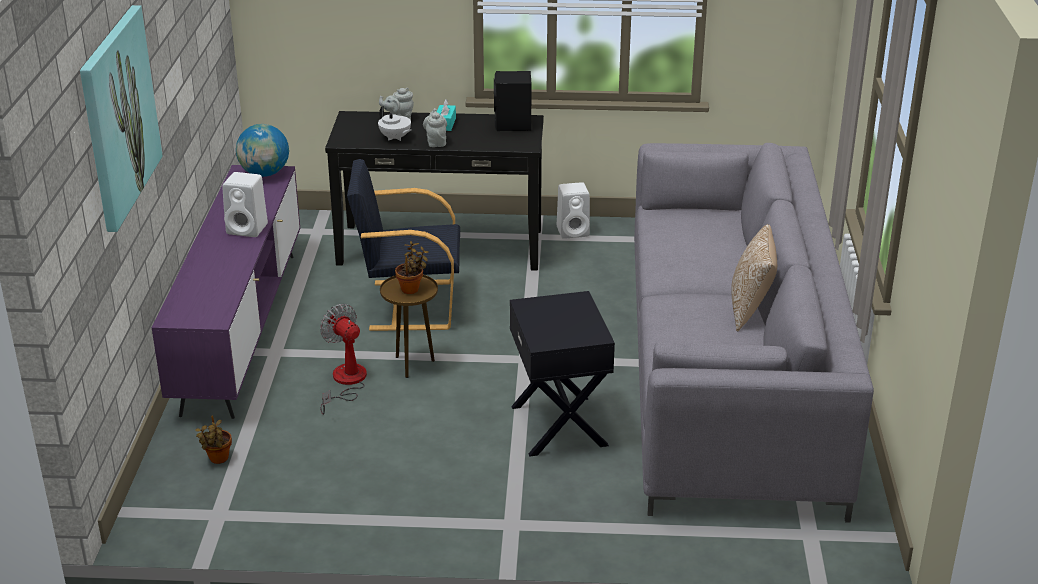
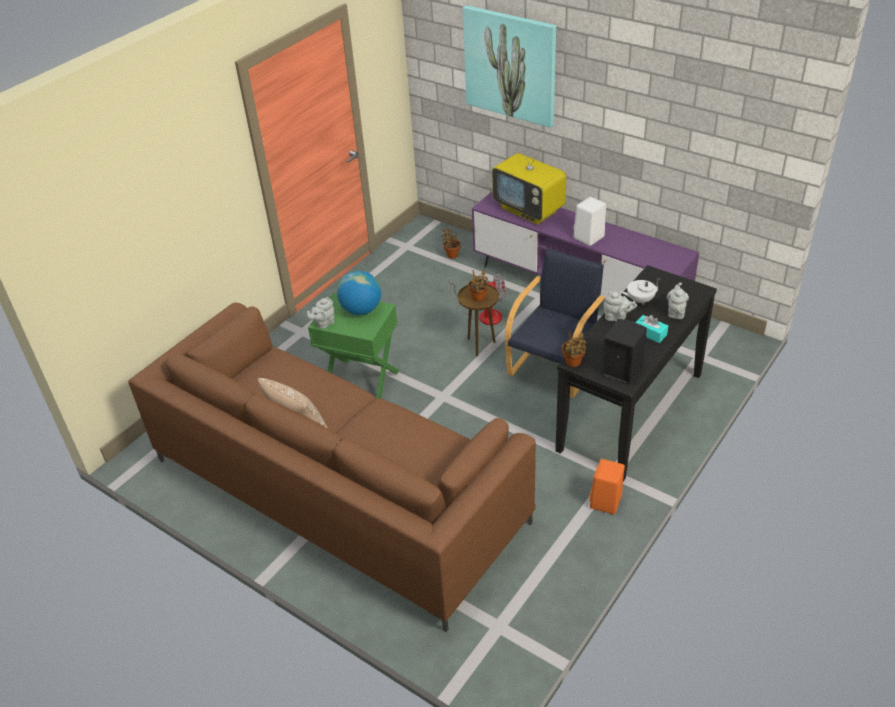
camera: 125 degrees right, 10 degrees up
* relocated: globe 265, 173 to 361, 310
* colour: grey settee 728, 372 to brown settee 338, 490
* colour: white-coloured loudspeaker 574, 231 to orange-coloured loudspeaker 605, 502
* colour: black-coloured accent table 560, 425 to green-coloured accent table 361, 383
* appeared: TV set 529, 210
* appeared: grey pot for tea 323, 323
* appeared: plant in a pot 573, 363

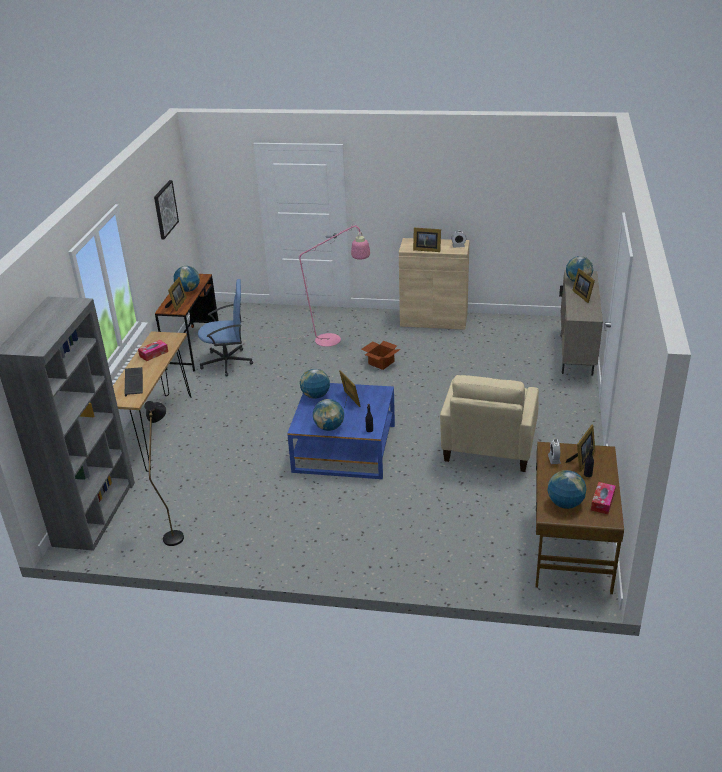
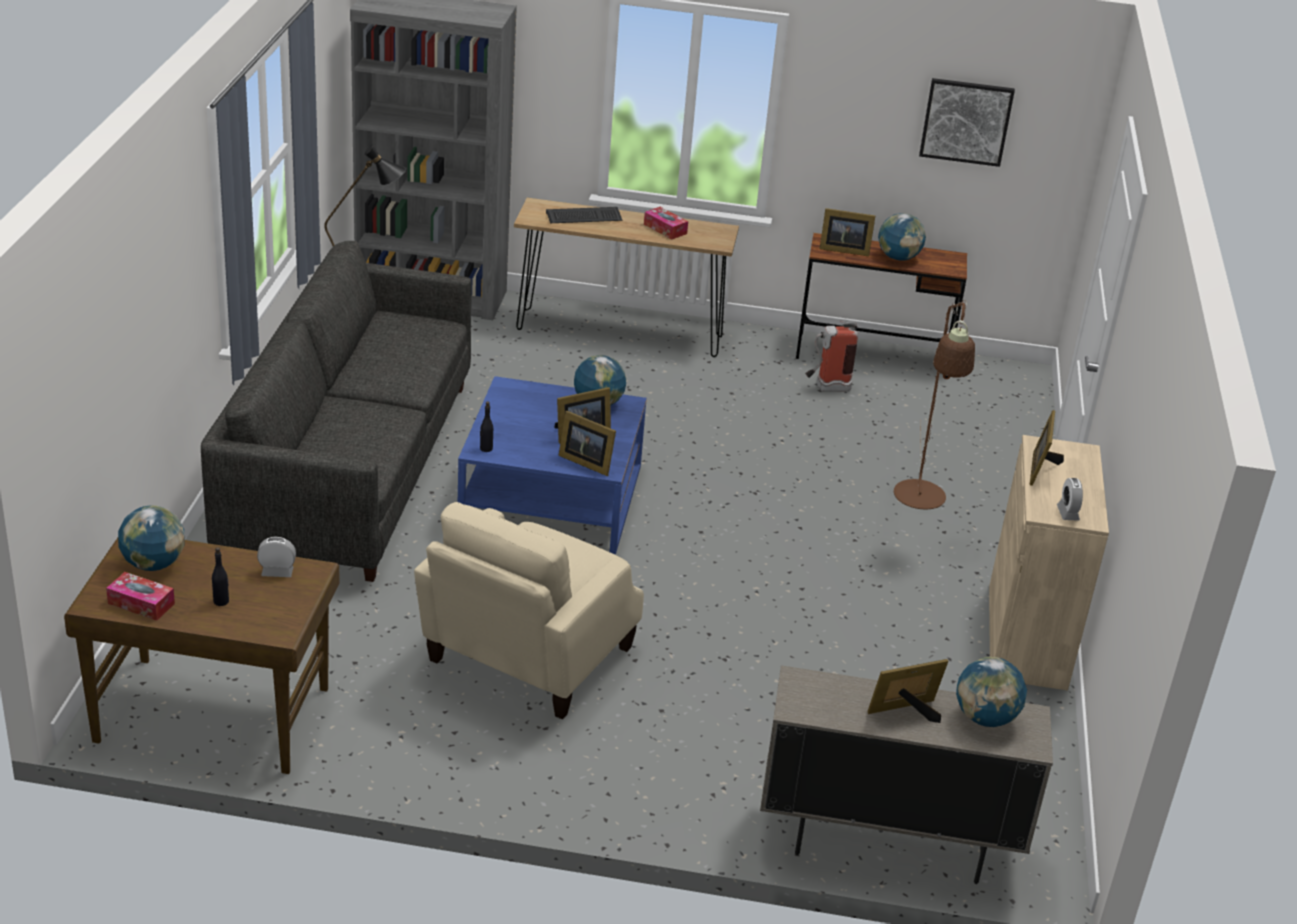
camera: 85 degrees right, 0 degrees up
* colour: pink standing lamp 335, 340 to brown standing lamp 920, 502
* exchanged: blue-coloured desk chair 227, 362 to fire-fighting cylinder 826, 388
* missing: packing box 381, 362
* spun: beige armchair 488, 448 = 527, 657 75 degrees counterclockwise
* missing: globe 329, 427
* relocated: standing frame 582, 460 to 585, 461
* appeared: grey settee 349, 467

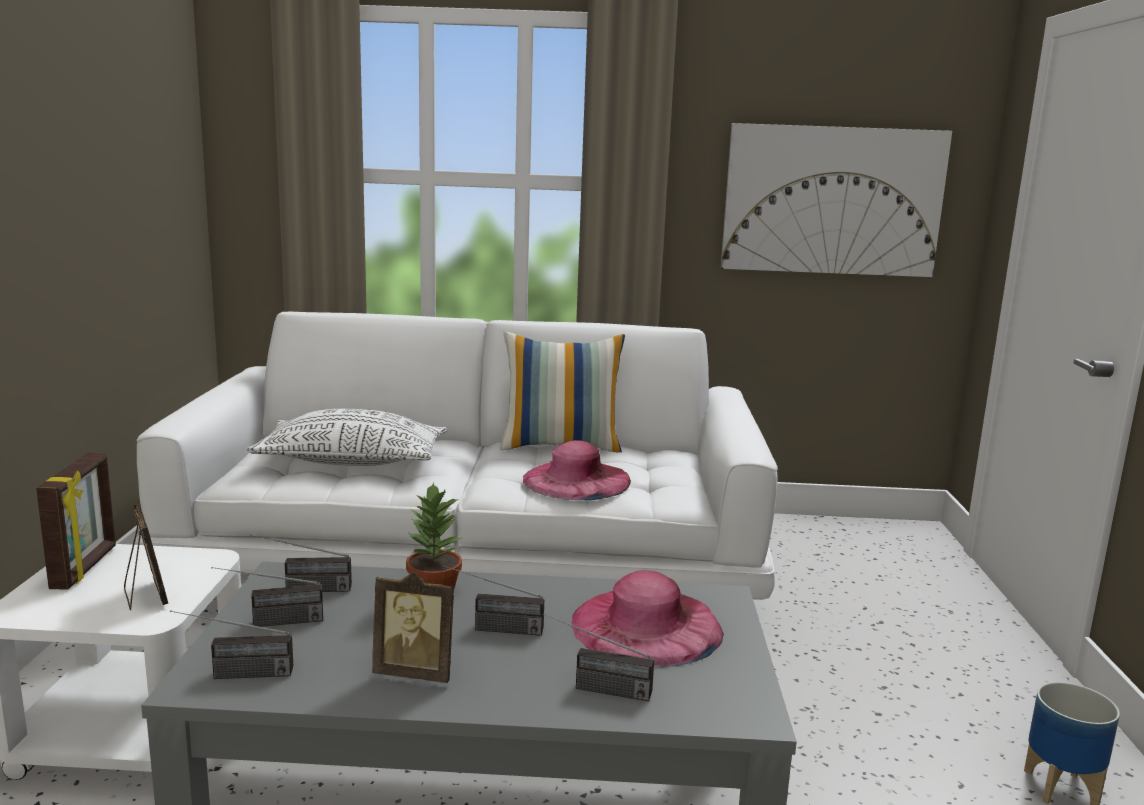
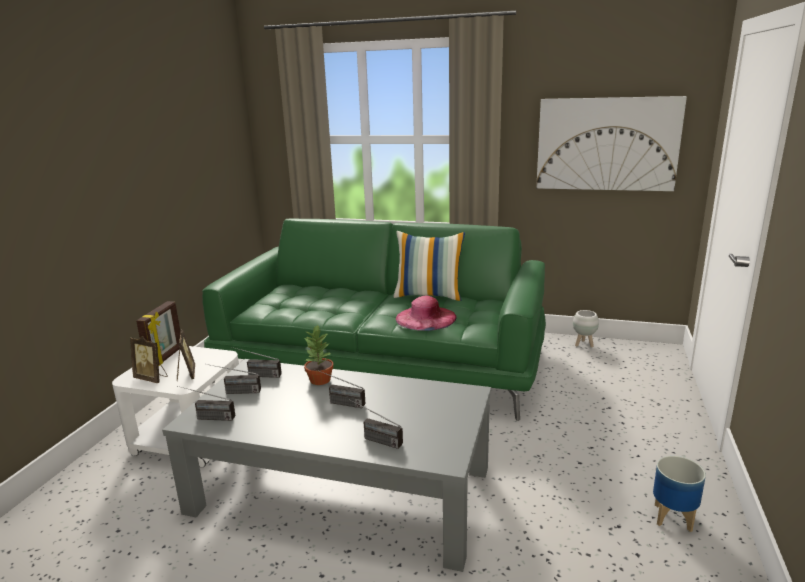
camera: 15 degrees right, 5 degrees up
* colour: white-coloured settee 475, 569 to green-coloured settee 384, 361
* missing: white-coloured pillow 351, 461
* missing: pink hat 646, 626
* relocated: standing frame 416, 672 to 152, 378
* appeared: white-coloured planter 583, 344

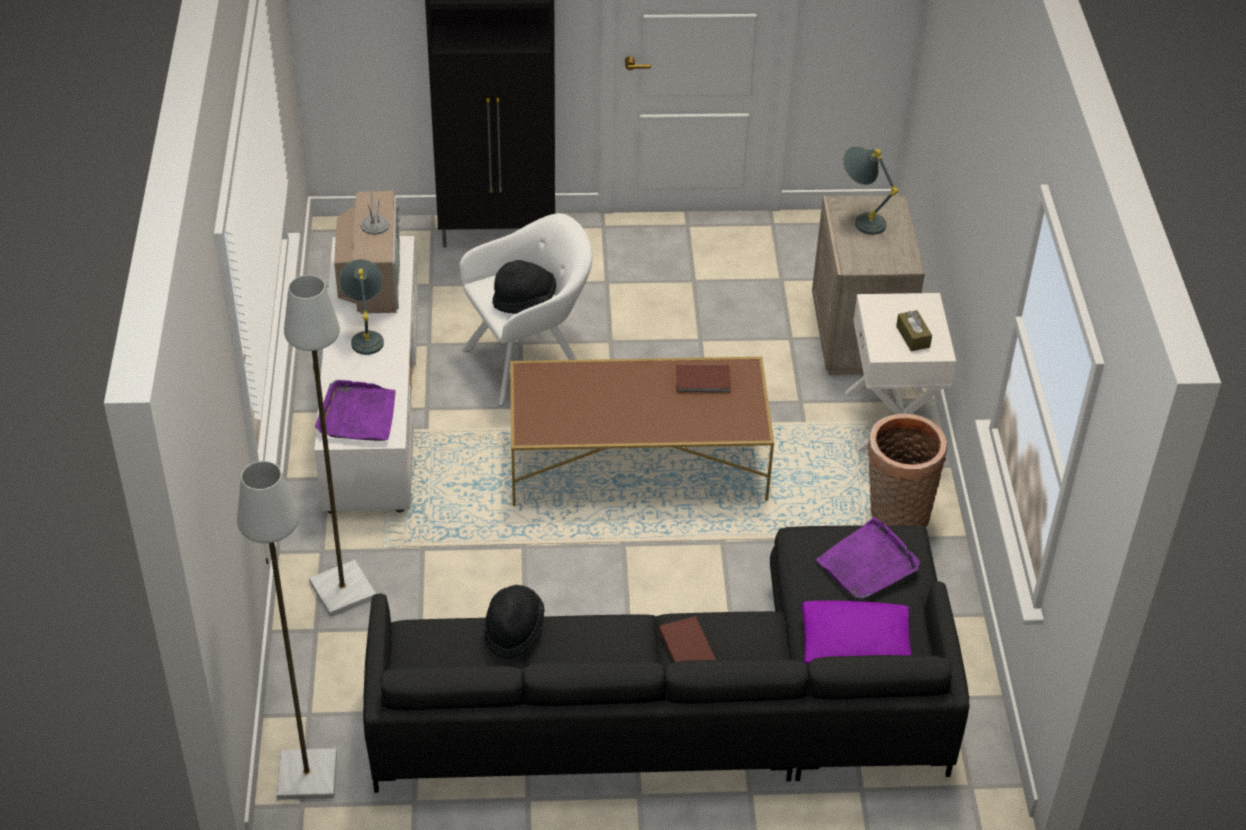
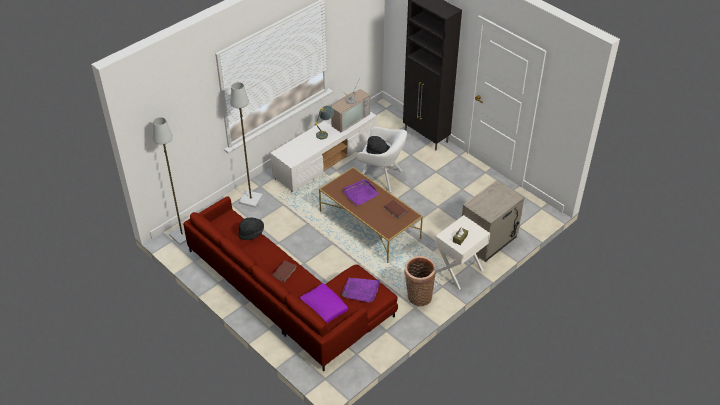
camera: 50 degrees right, 0 degrees up
* missing: grey lamp for a table 861, 219
* relocated: purplish tray 358, 415 to 360, 193
* colour: black-coloured settee 690, 704 to reddish settee 288, 295

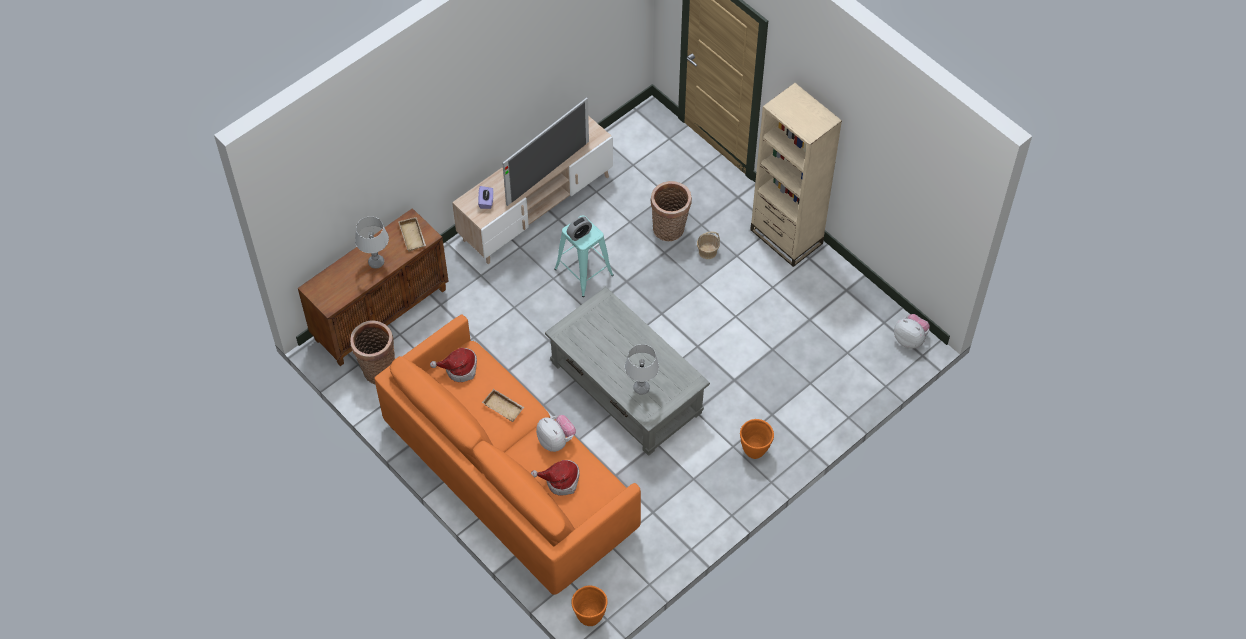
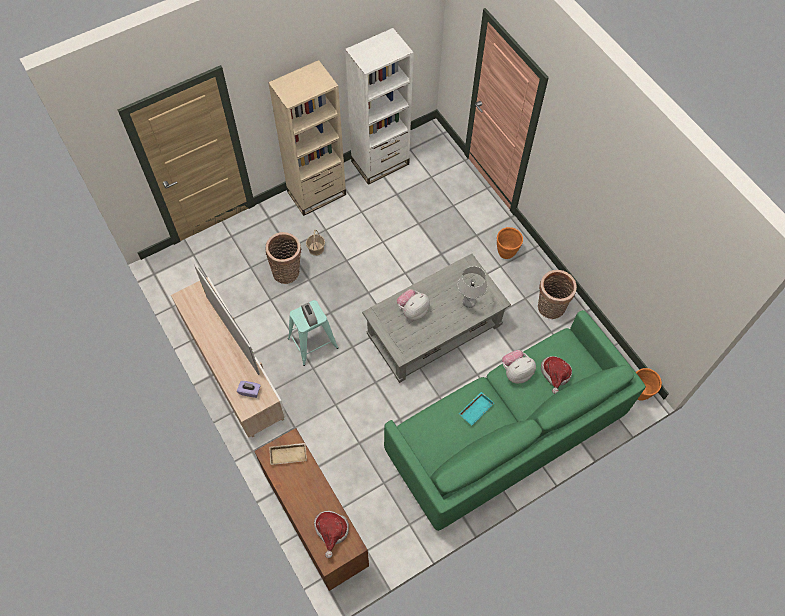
camera: 80 degrees left, 5 degrees up
* missing: grey lamp for a table 376, 262
* colour: orange-coloured settee 509, 477 to green-coloured settee 505, 434
* relocated: cuddly toy 910, 339 to 412, 311
* relocated: household basket 377, 369 to 550, 308
* relocated: hat 459, 368 to 331, 532
* colour: beige tray 504, 407 to turquoise-coloured tray 475, 409
* appeared: white-coloured bookshelf 380, 163

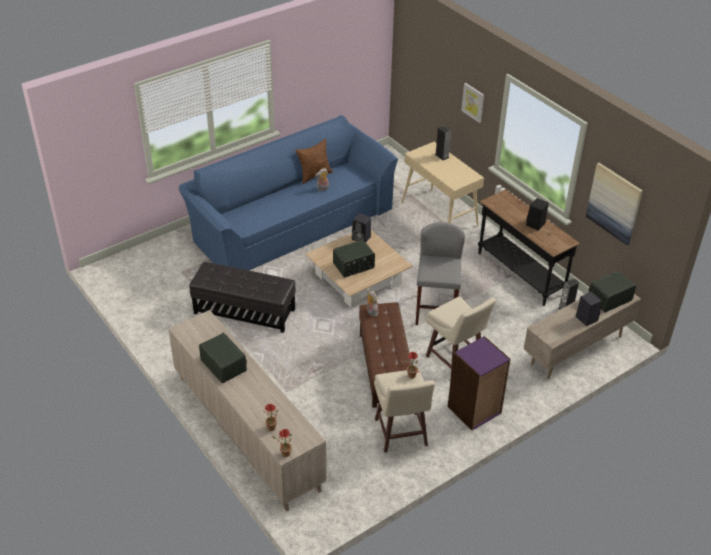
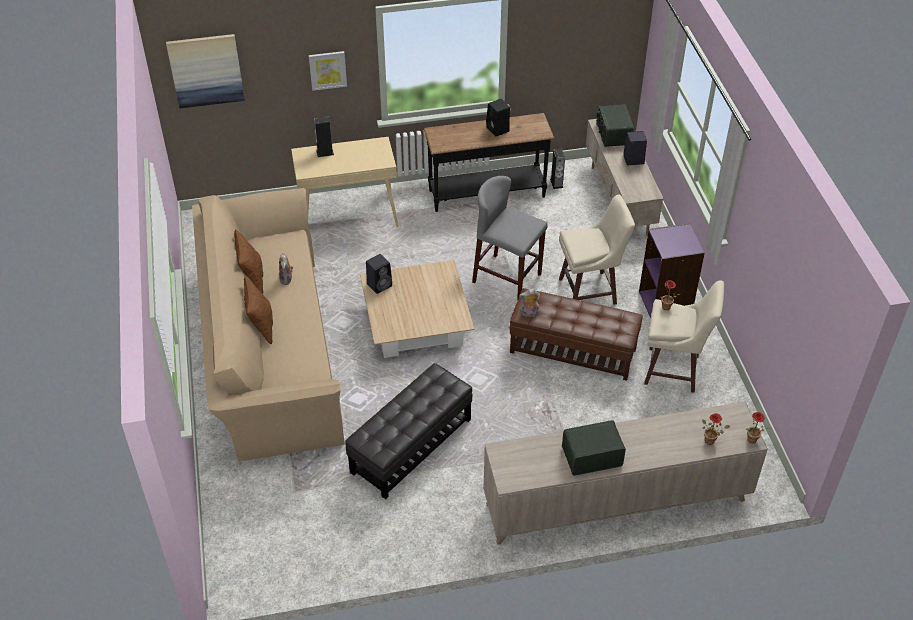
camera: 65 degrees left, 5 degrees up
* colour: blue-coloured settee 291, 221 to beige settee 268, 349
* relocated: wall art 614, 203 to 206, 70
* missing: radio receiver 354, 266
* appeared: brown pillow 261, 327

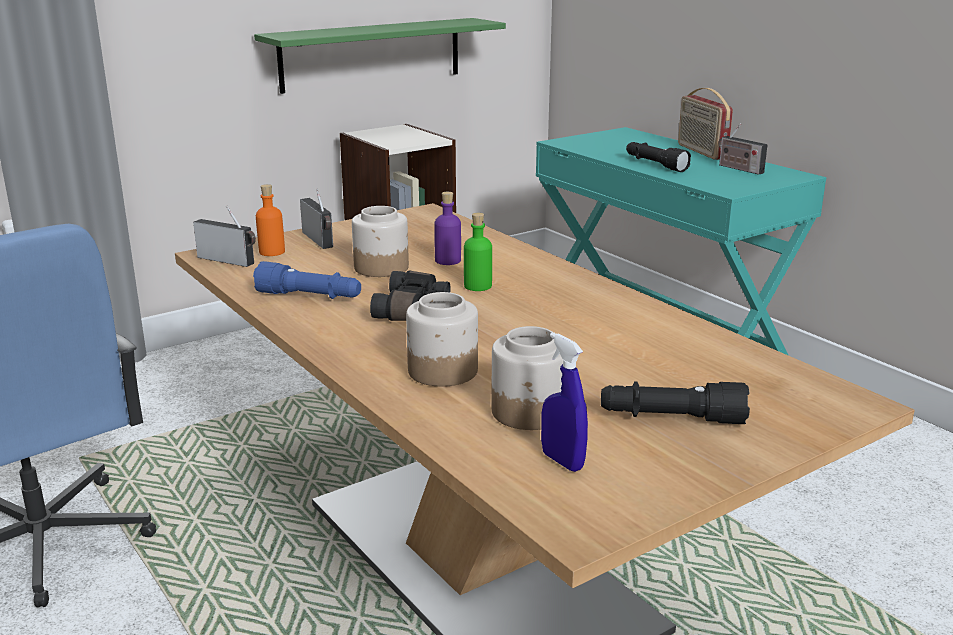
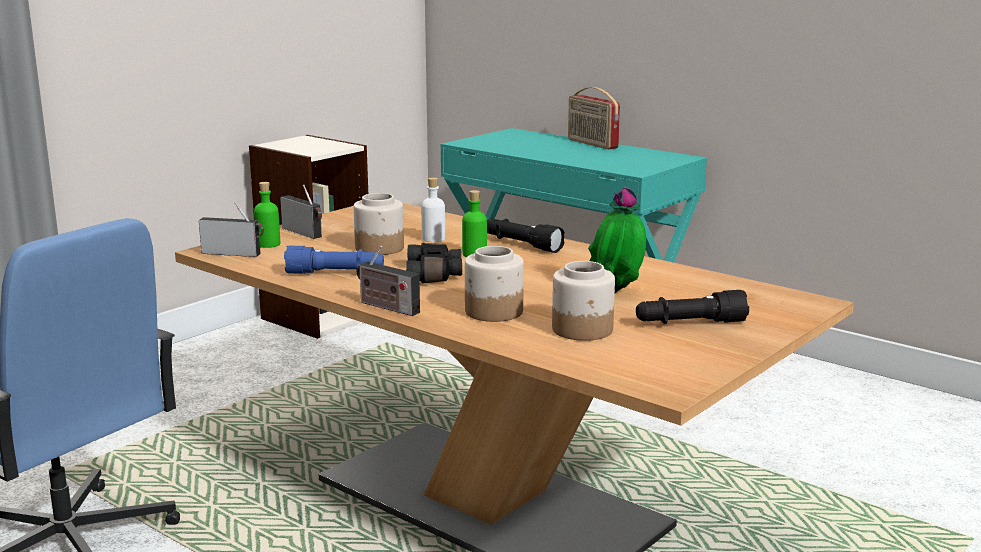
camera: 15 degrees left, 5 degrees down
* missing: green-coloured wall shelf 372, 54
* relocated: radio receiver 738, 168 to 386, 307
* relocated: black-coloured torch 655, 164 to 521, 244
* colour: orange-coloured bottle 272, 252 to green-coloured bottle 268, 244
* colour: purplish bottle 448, 260 to white-coloured bottle 433, 239
* missing: blue-coloured spray bottle 562, 461
* appeared: plant in a pot 617, 294

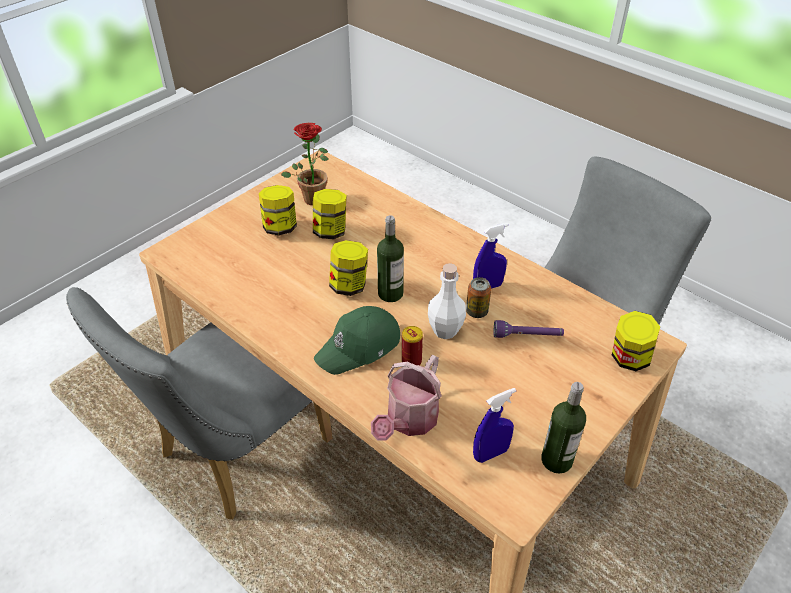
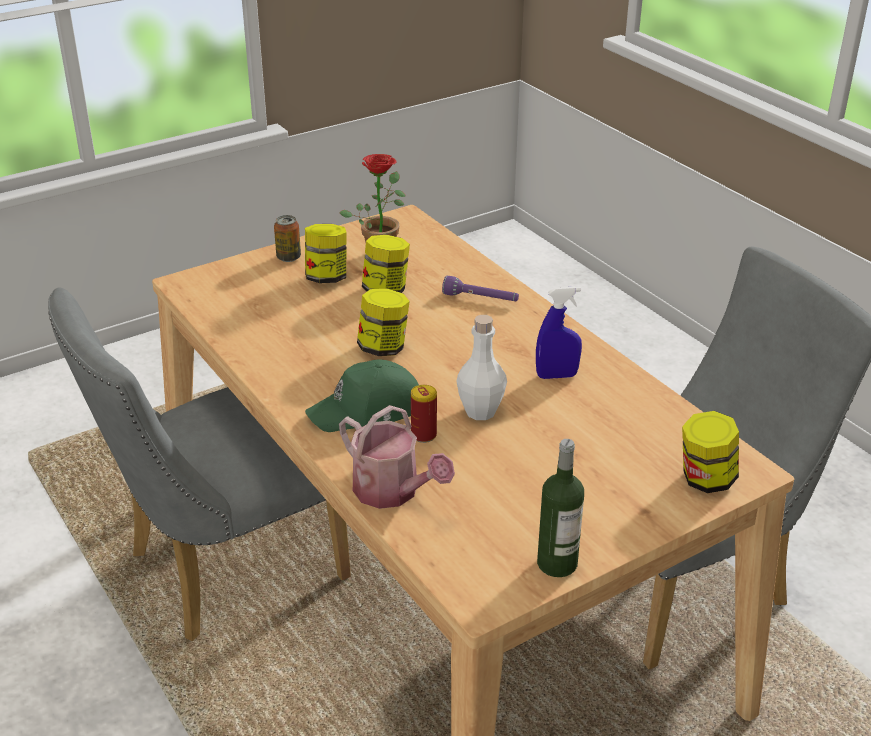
camera: 15 degrees right, 10 degrees down
* missing: bottle 390, 294
* relocated: metal can 476, 312 to 288, 257
* relocated: purplish torch 527, 336 to 480, 299
* spun: sprinkling can 409, 421 = 393, 492 90 degrees counterclockwise
* missing: blue-coloured spray bottle 490, 453

